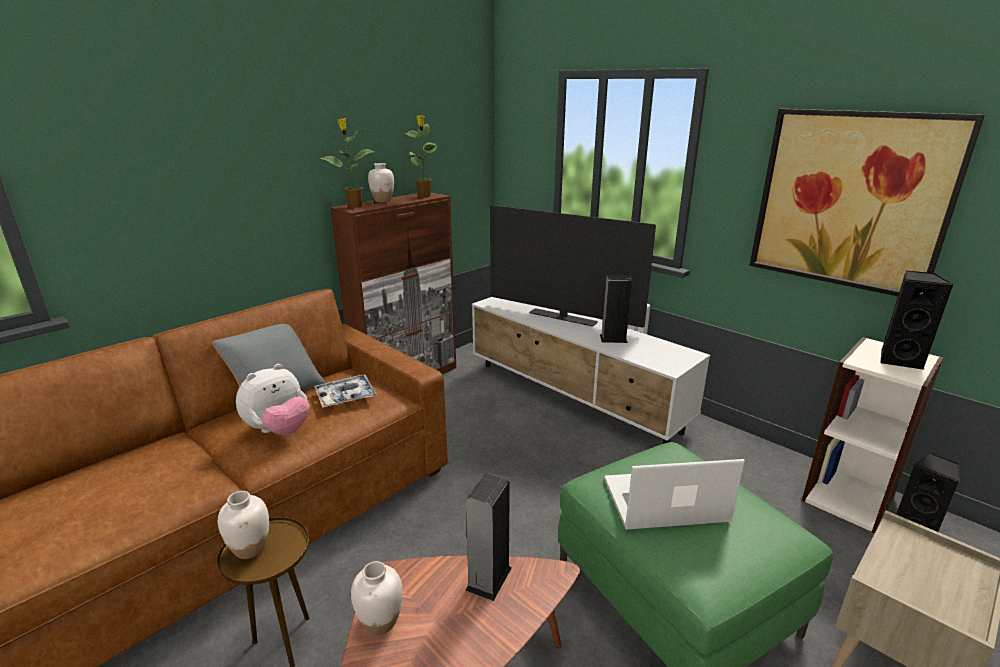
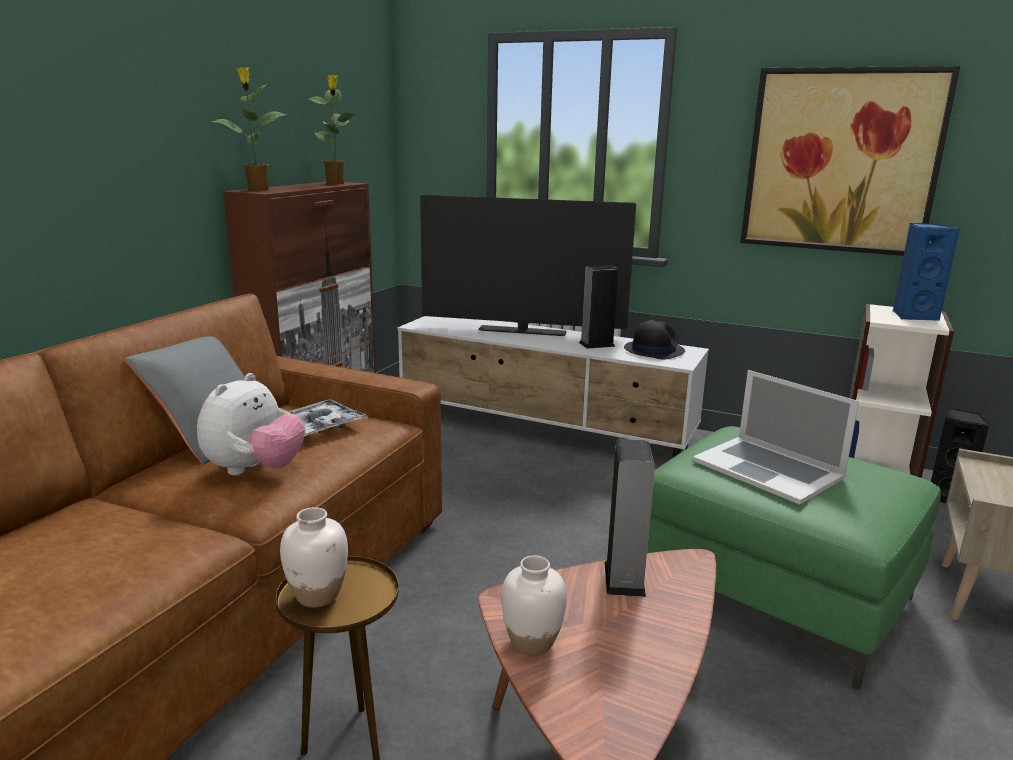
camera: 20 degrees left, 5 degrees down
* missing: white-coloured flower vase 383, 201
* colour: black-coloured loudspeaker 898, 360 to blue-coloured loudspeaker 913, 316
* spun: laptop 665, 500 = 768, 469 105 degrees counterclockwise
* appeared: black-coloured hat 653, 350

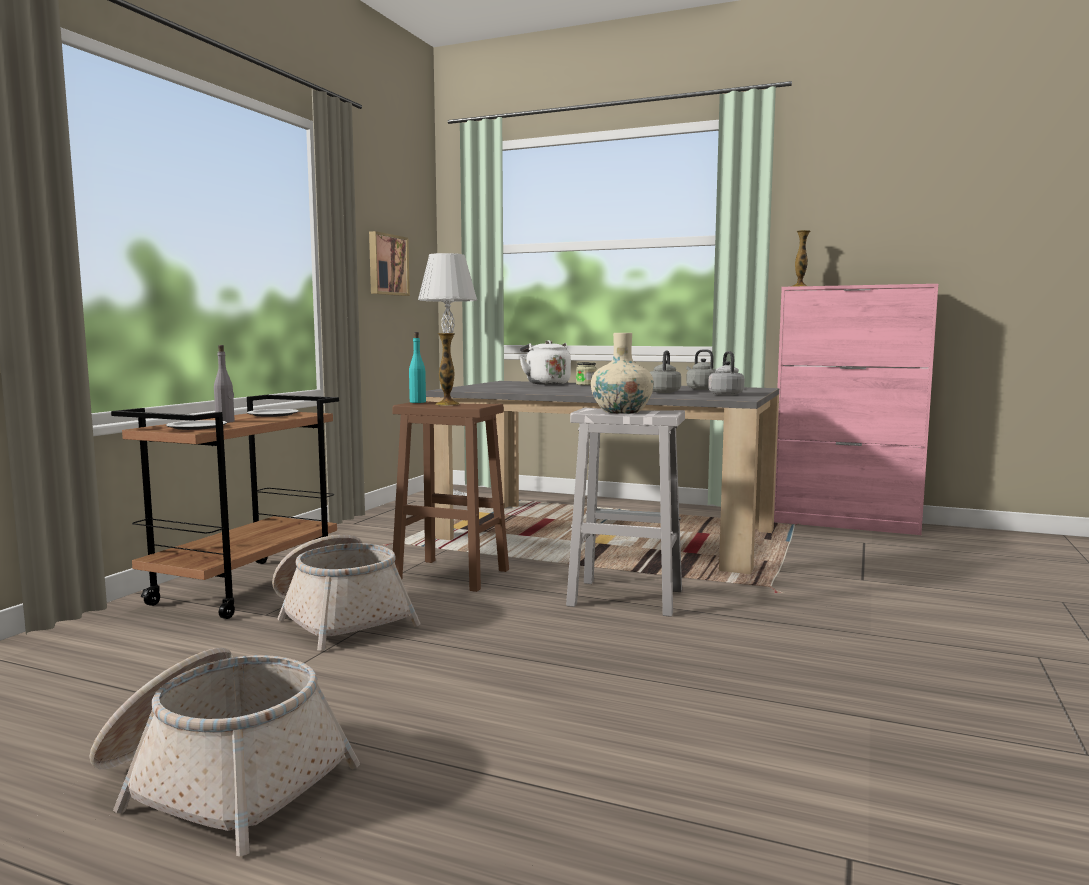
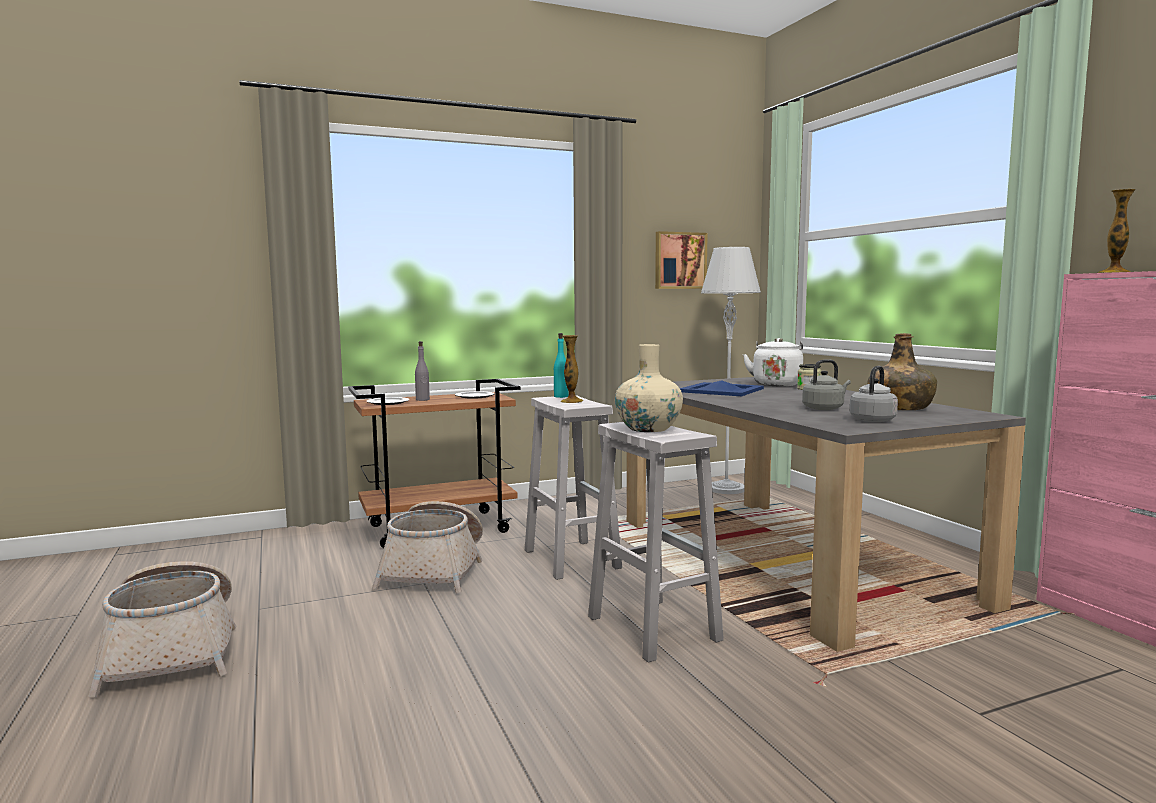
camera: 45 degrees right, 0 degrees up
* exchanged: grey kettle 700, 389 to green-coloured bottle 899, 408
* colour: brown sitting stool 449, 575 to white-coloured sitting stool 570, 558
* appeared: blue-coloured tray 721, 390

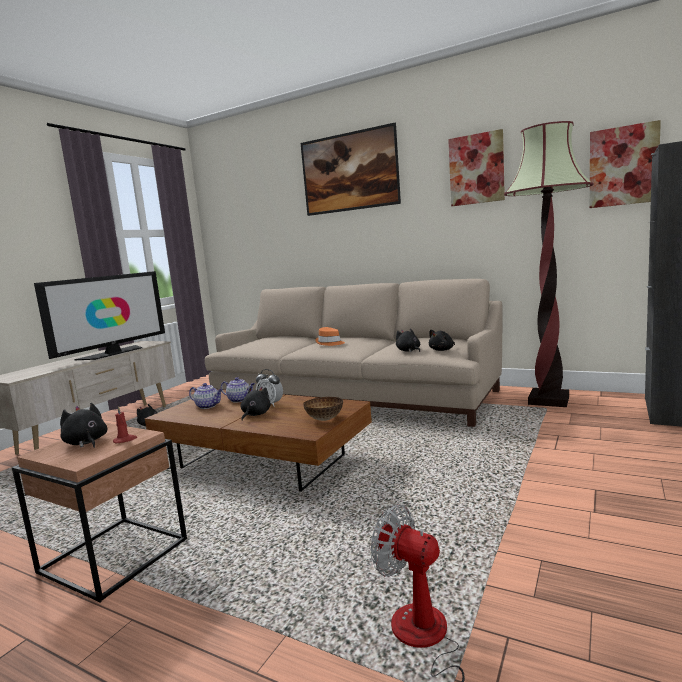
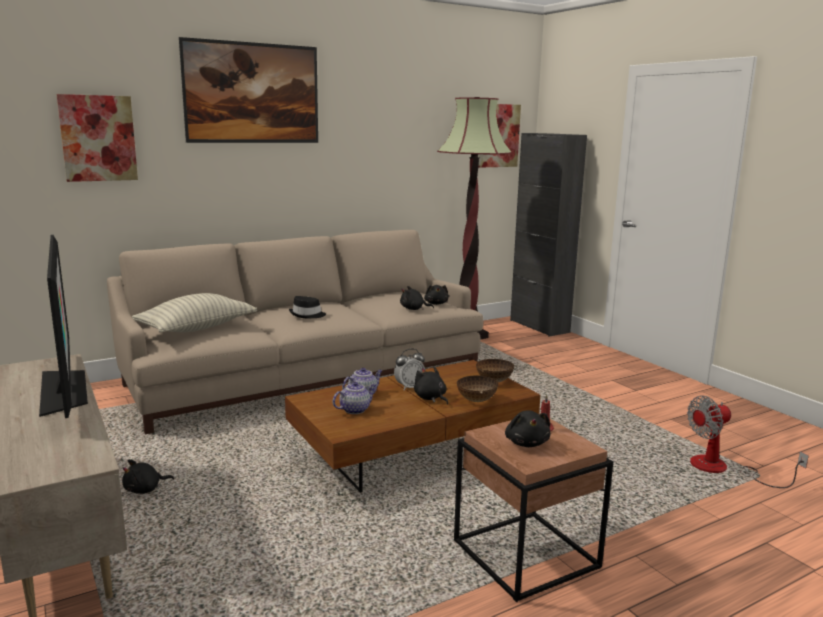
camera: 60 degrees left, 5 degrees up
* relocated: wall art 476, 169 to 98, 138
* colour: orange-coloured hat 330, 343 to black-coloured hat 307, 315
* spun: black-coloured cuddly toy 86, 442 = 526, 443 90 degrees counterclockwise
* appeared: pillow 197, 328
* appeared: bowl 476, 400

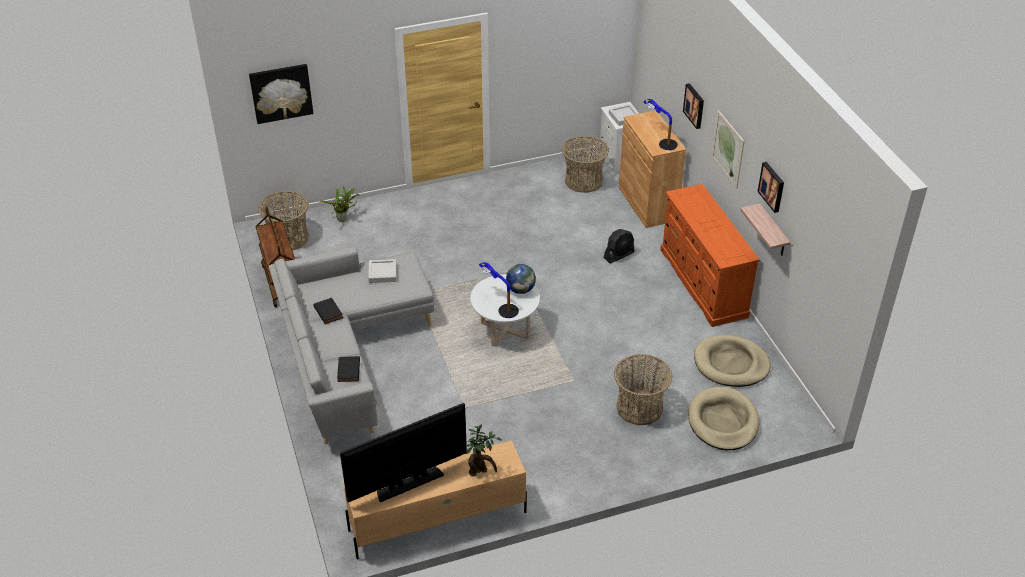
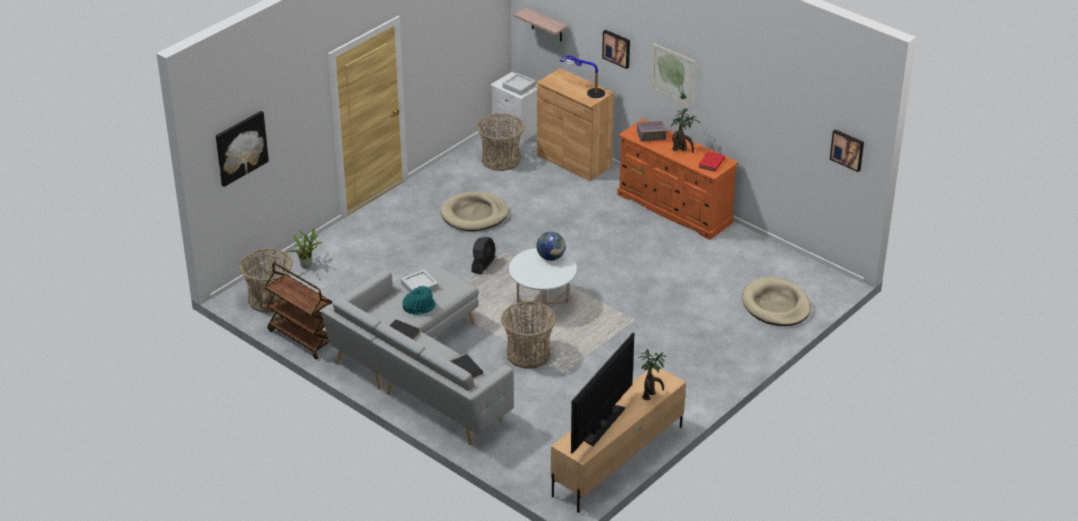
camera: 30 degrees left, 5 degrees down
* relocated: wall art 772, 186 to 847, 149
* relocated: wall shelf 773, 232 to 546, 25
* relocated: black-coloured fan 619, 255 to 483, 265
* missing: lamp for a table 501, 305
* relocated: beige pet bed 731, 364 to 474, 214
* relocated: household basket 639, 407 to 528, 354
* appeared: plant in a pot 681, 150
* appeared: radio receiver 651, 136
* appeared: reddish book 711, 163
* appeared: turquoise-coloured hat 419, 307

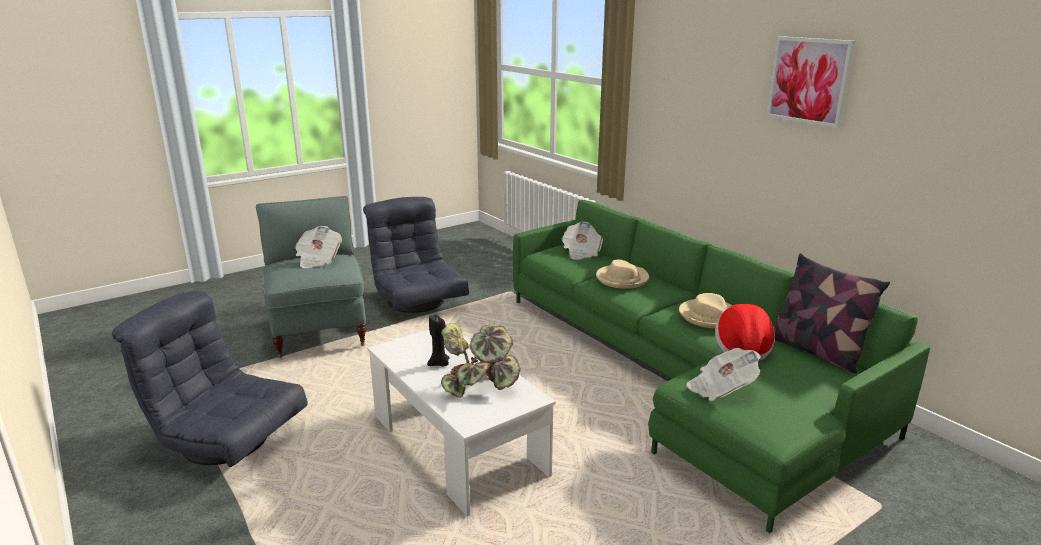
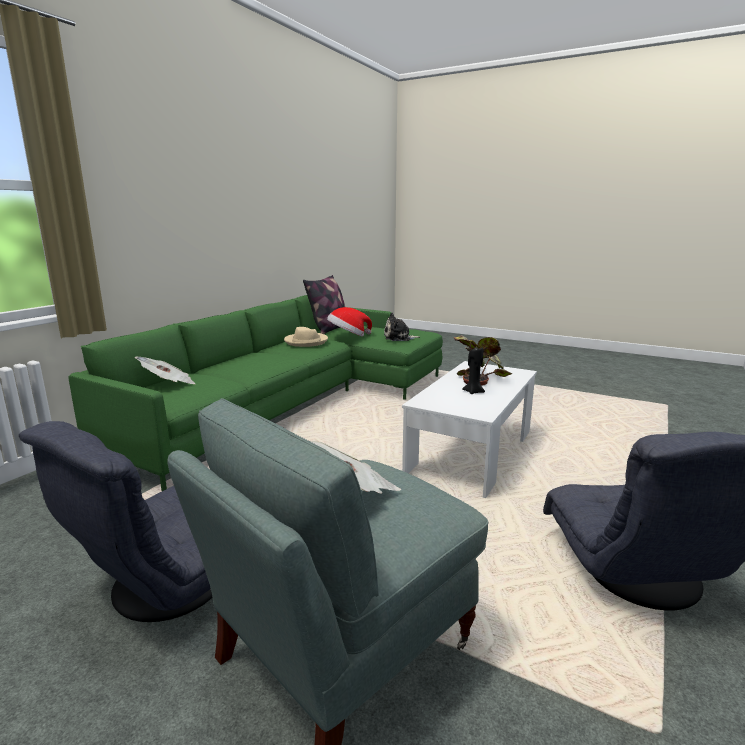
camera: 115 degrees left, 5 degrees down
* missing: wall art 808, 81
* missing: beige hat 622, 279
* exchanged: daily paper 721, 389 to cuddly toy 399, 338

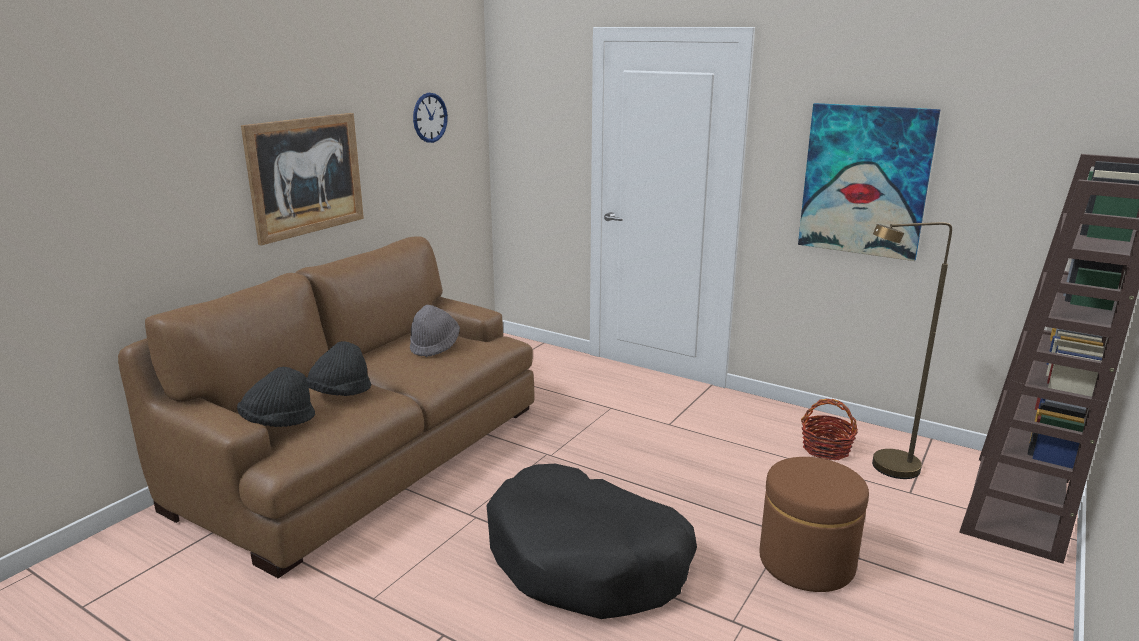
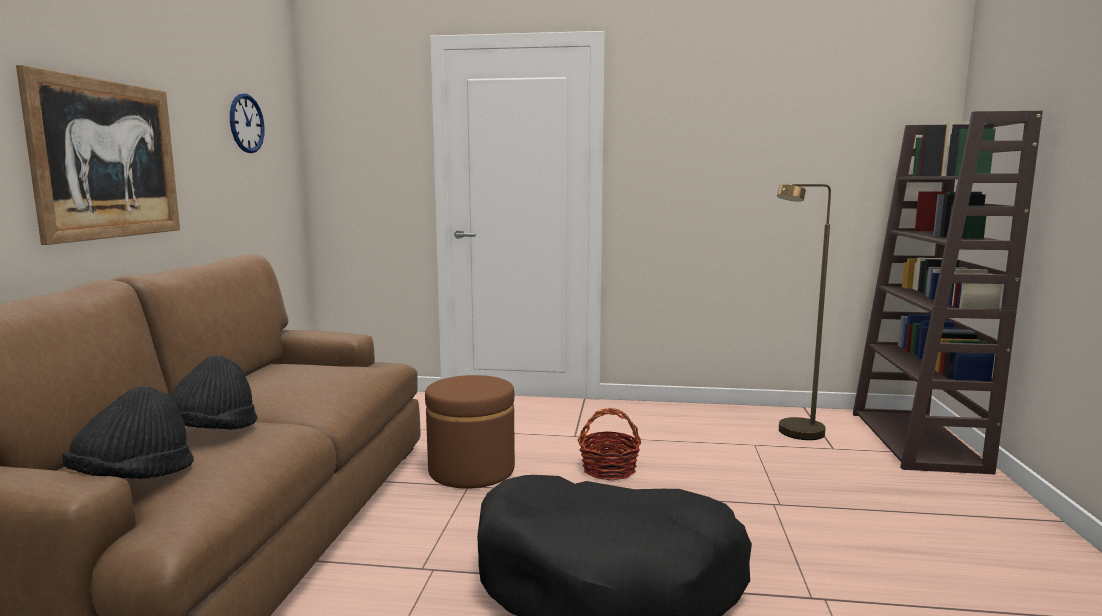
camera: 25 degrees left, 10 degrees down
* missing: wall art 865, 181
* missing: grey hat 434, 346
* relocated: household basket 826, 449 to 609, 469
* relocated: brown ottoman 806, 562 to 471, 470

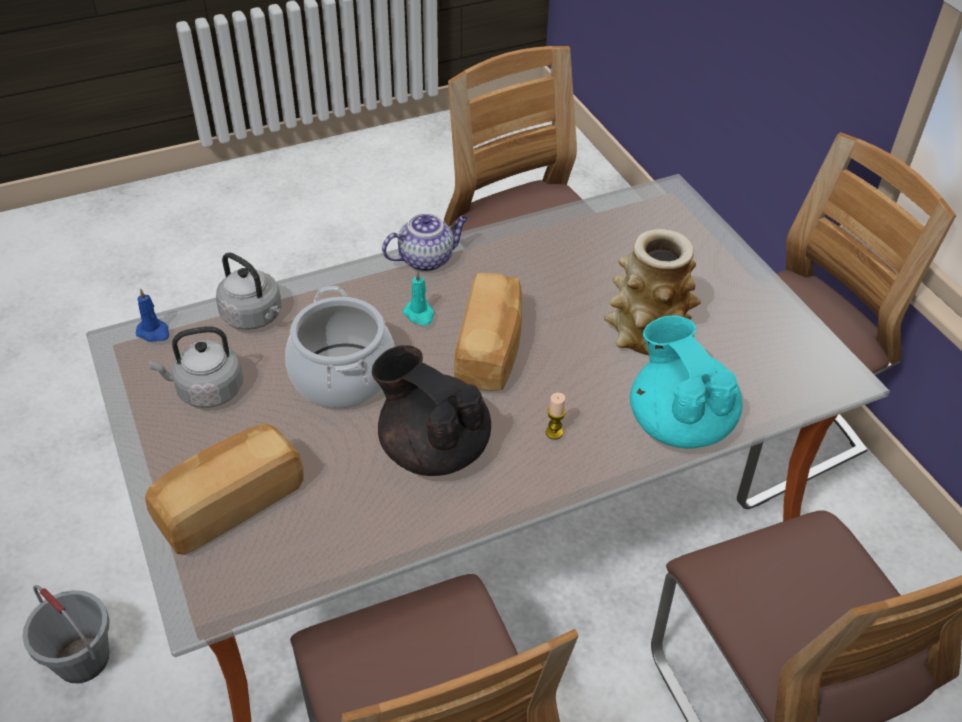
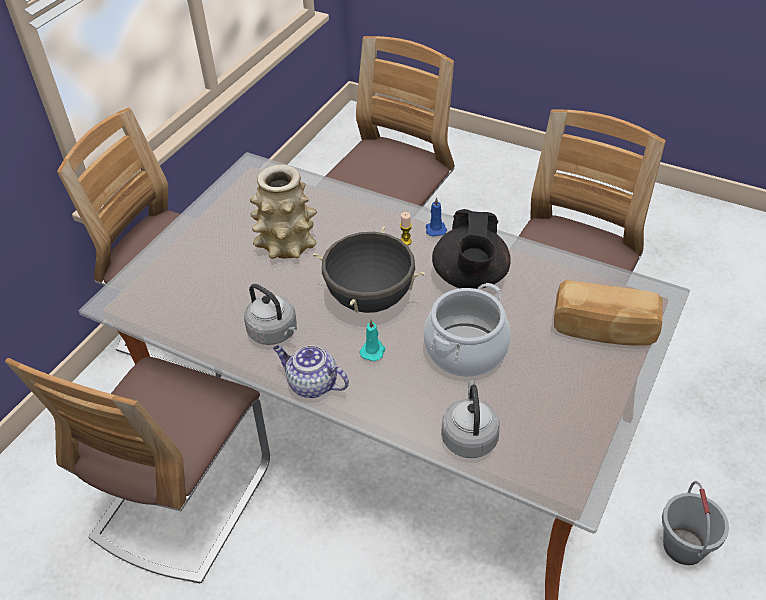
camera: 125 degrees left, 0 degrees up
* exchanged: baked bread 491, 351 to black-coloured stockpot 370, 299
* relocated: blue-coloured candle 154, 332 to 435, 229
* missing: turquoise-coloured pot for tea 679, 422
* relocated: grey kettle 206, 390 to 275, 333

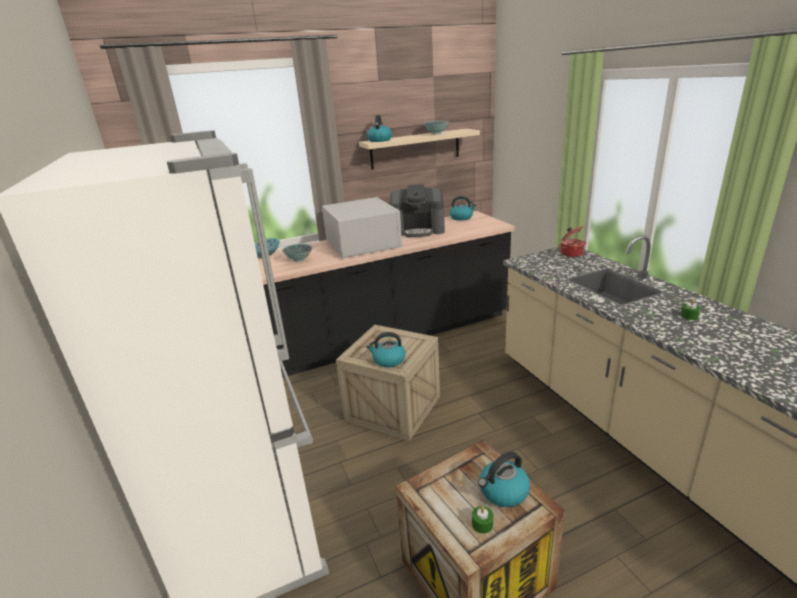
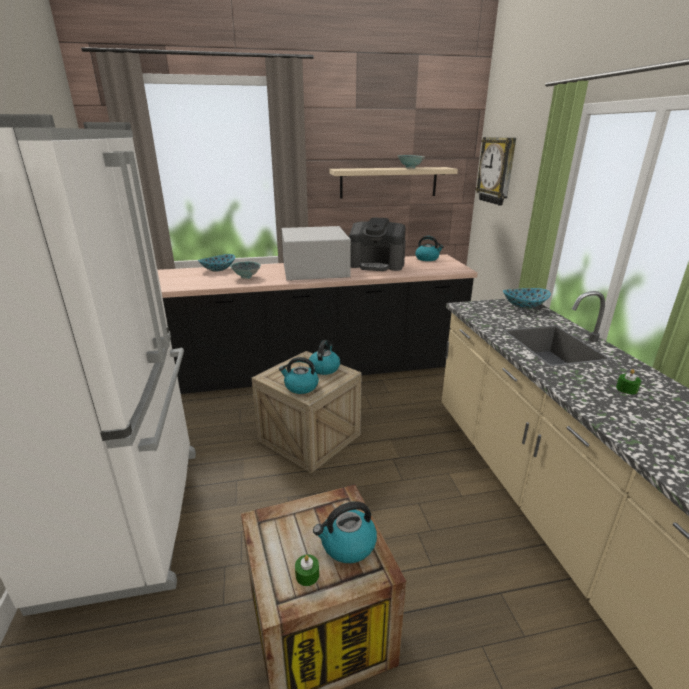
camera: 10 degrees right, 0 degrees up
* relocated: kettle 379, 140 to 324, 368
* exchanged: stockpot 571, 253 to bowl 523, 306
* appeared: clock on the wall 497, 171

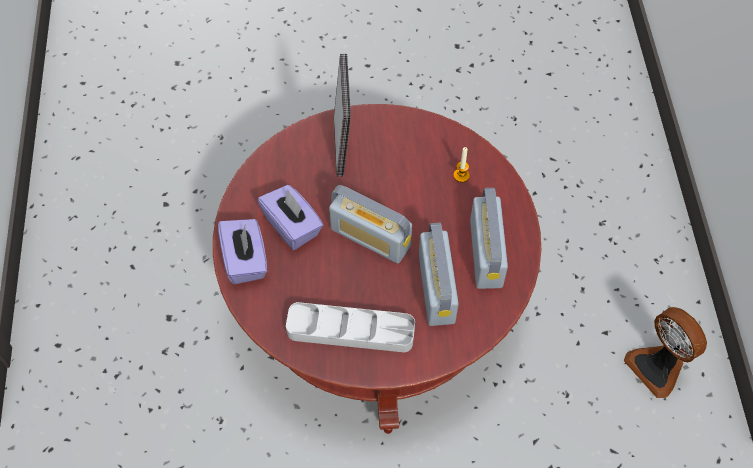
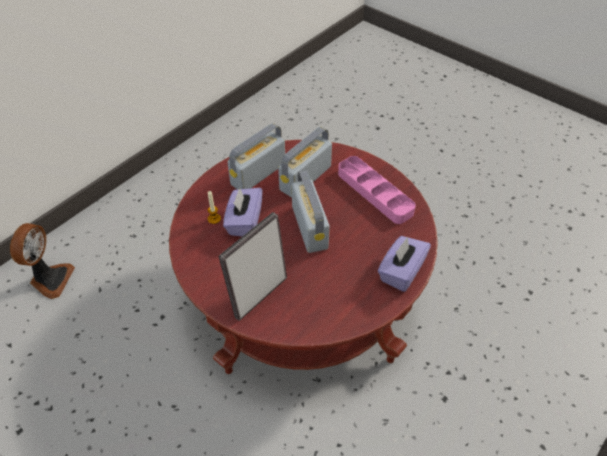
camera: 135 degrees left, 10 degrees down
* relocated: purplish tissue holder 292, 226 to 244, 222
* colour: grey tray 350, 330 to pink tray 374, 193
* relocated: fan 657, 366 to 50, 279

